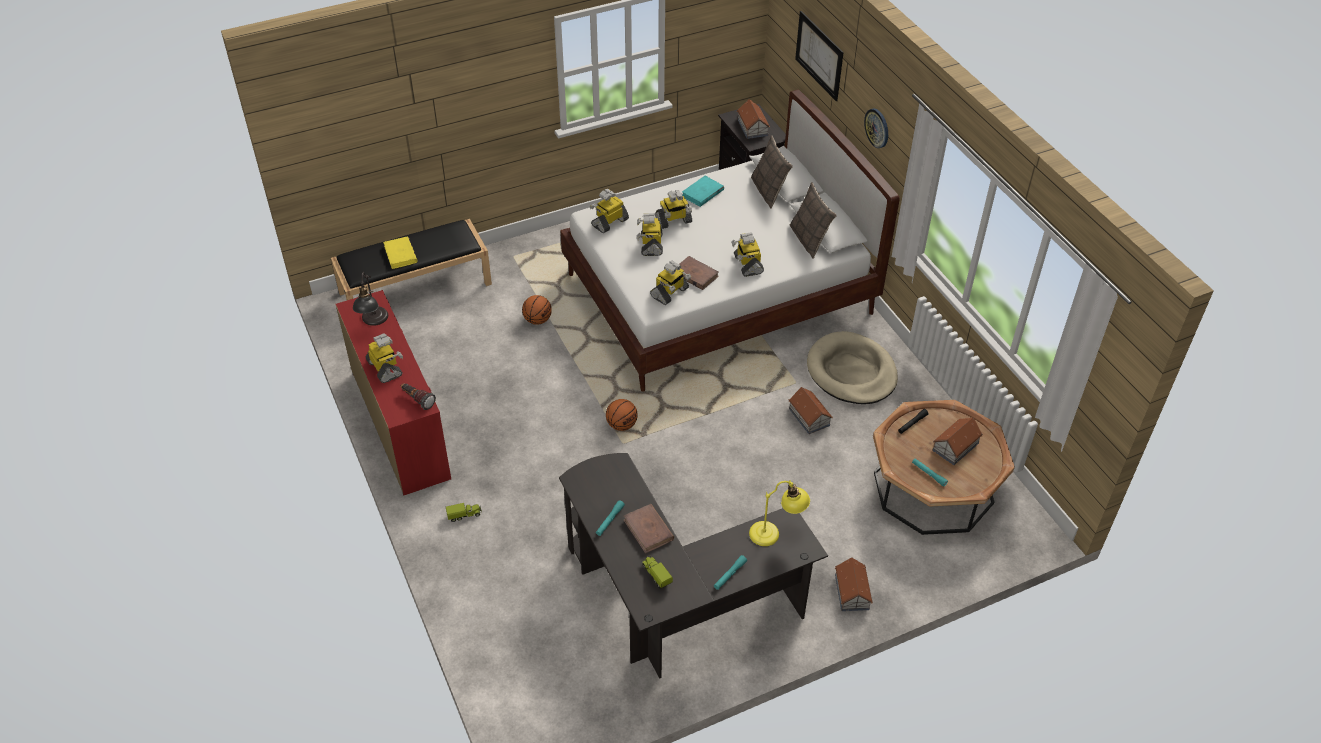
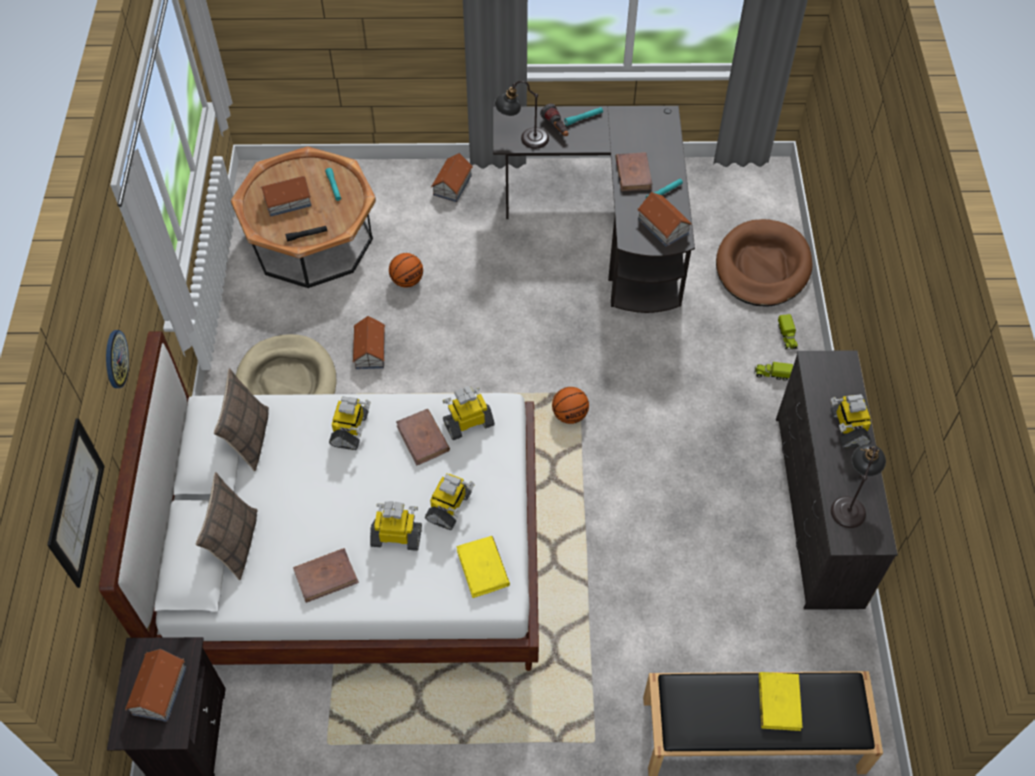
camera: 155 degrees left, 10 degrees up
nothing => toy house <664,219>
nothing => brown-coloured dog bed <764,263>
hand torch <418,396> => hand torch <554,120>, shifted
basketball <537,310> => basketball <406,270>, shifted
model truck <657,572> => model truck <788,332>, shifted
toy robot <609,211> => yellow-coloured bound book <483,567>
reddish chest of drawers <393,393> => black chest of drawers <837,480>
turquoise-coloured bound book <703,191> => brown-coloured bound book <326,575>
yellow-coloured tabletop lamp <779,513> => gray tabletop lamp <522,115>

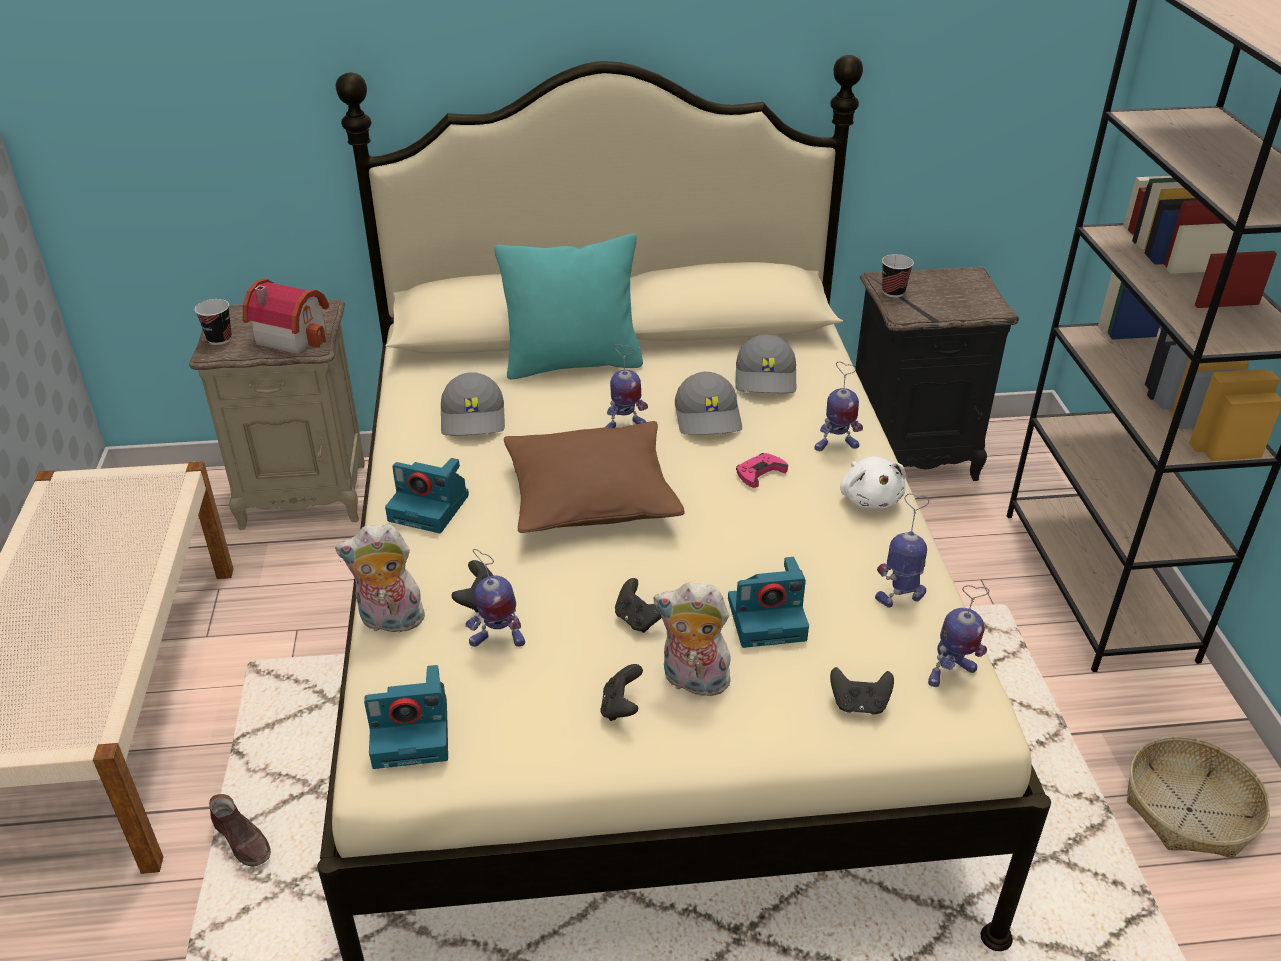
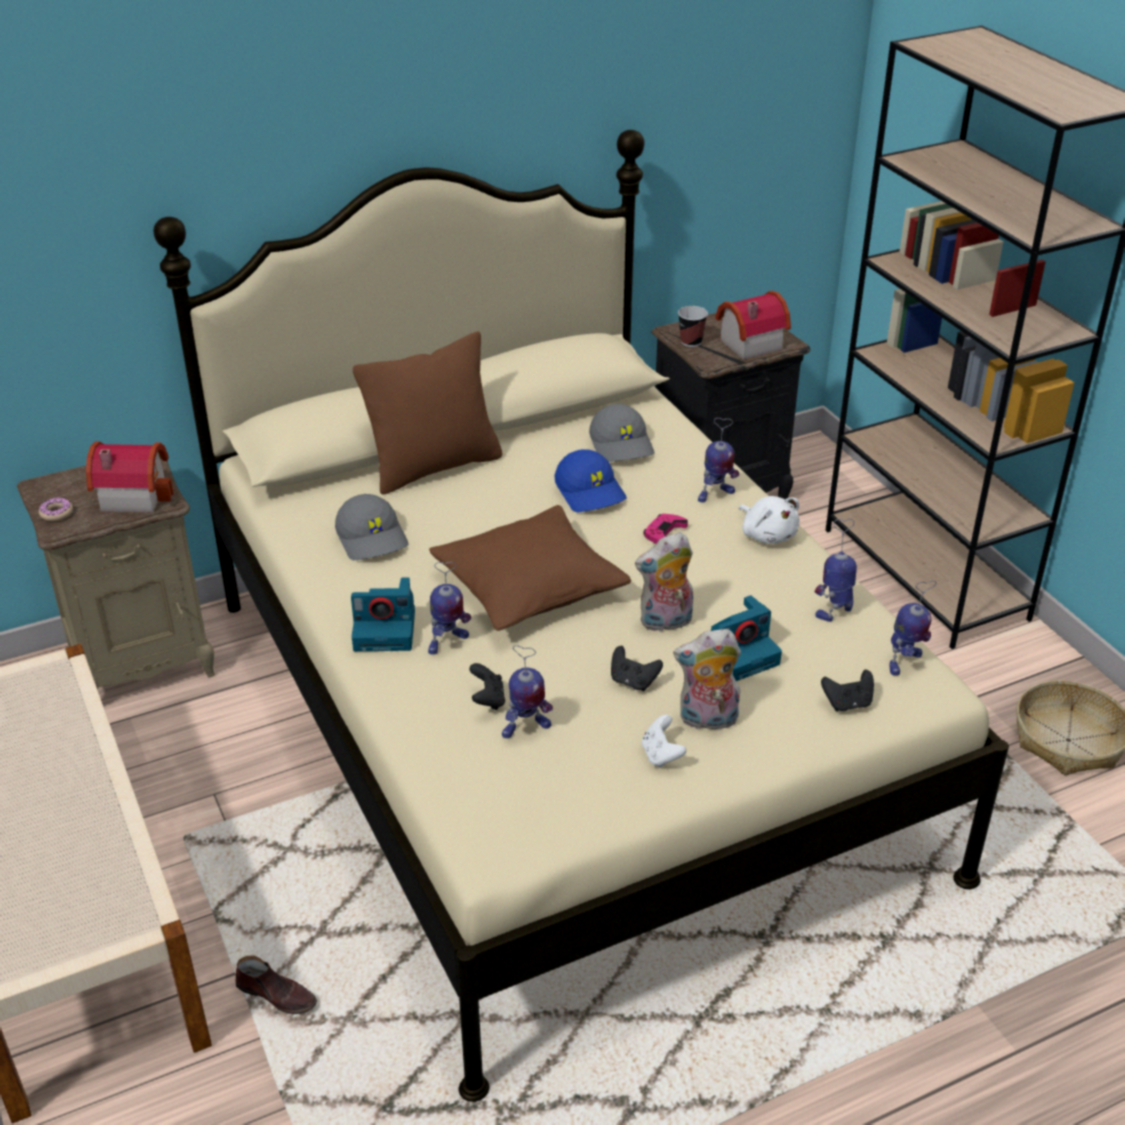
camera: 20 degrees left, 0 degrees up
still camera <406,717> => nothing
nothing => toy house <753,325>
plush toy <381,578> => plush toy <664,582>, shifted
toy robot <626,386> => toy robot <449,608>, shifted
small cup <213,322> => doughnut <56,509>
turquoise-coloured throw pillow <568,306> => brown-coloured throw pillow <428,412>
black joypad <621,692> => white joypad <664,741>
gray baseball cap <708,403> => blue baseball cap <591,480>

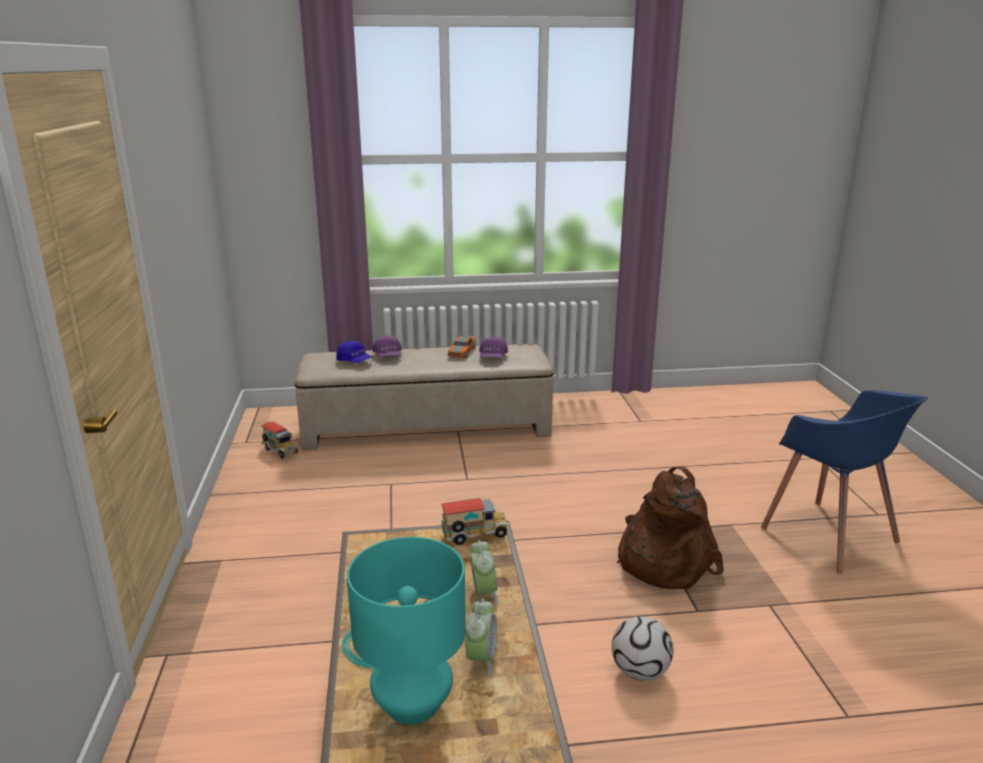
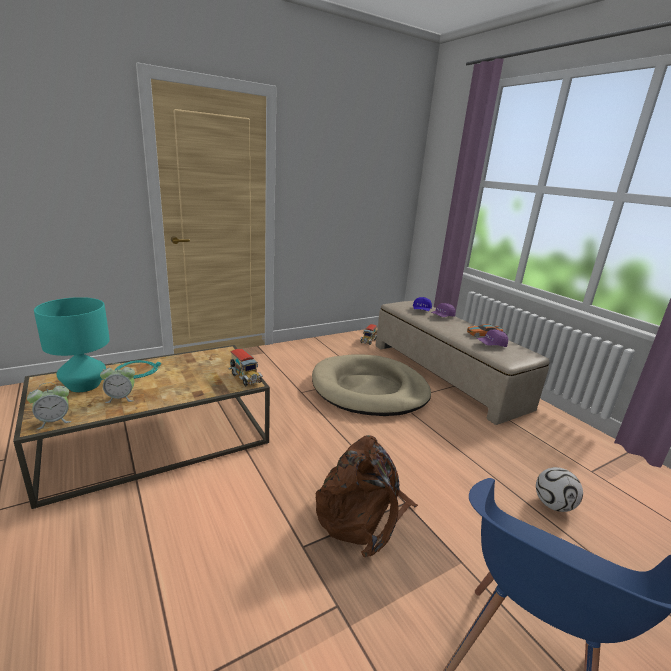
camera: 65 degrees right, 0 degrees up
nothing => beige-coloured dog bed <371,385>
alarm clock <484,572> => alarm clock <49,406>, shifted
football <642,648> => football <559,489>, shifted

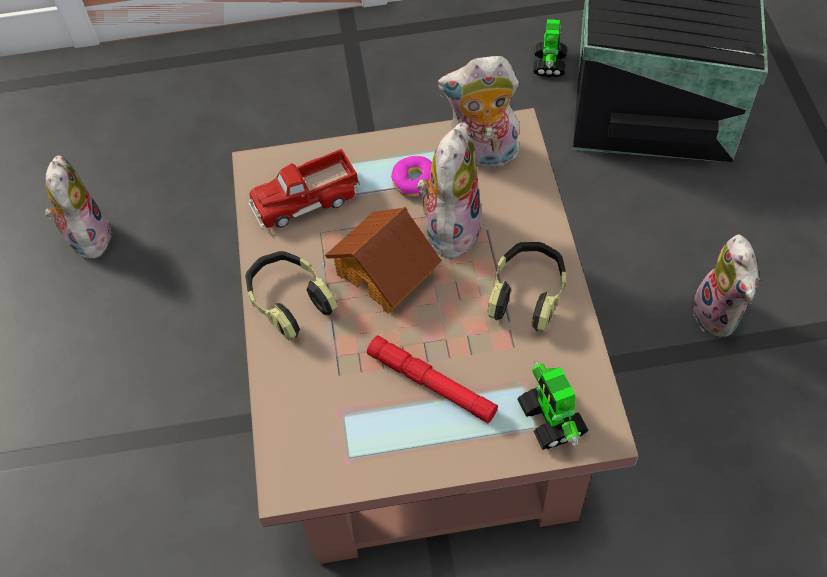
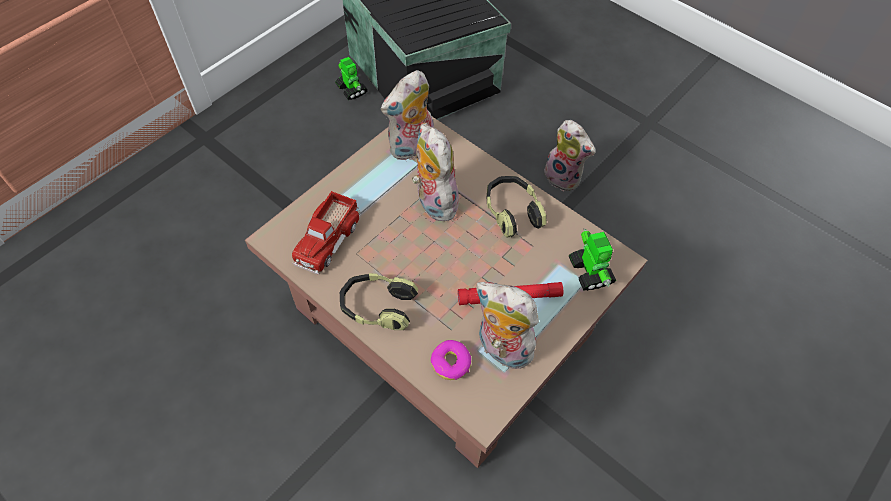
camera: 45 degrees left, 0 degrees up
toy house <383,260> => nothing
plush toy <79,207> => plush toy <507,325>, shifted
doughnut <411,176> => doughnut <450,360>, shifted
toy robot <552,405> => toy robot <592,259>, 135 degrees counterclockwise

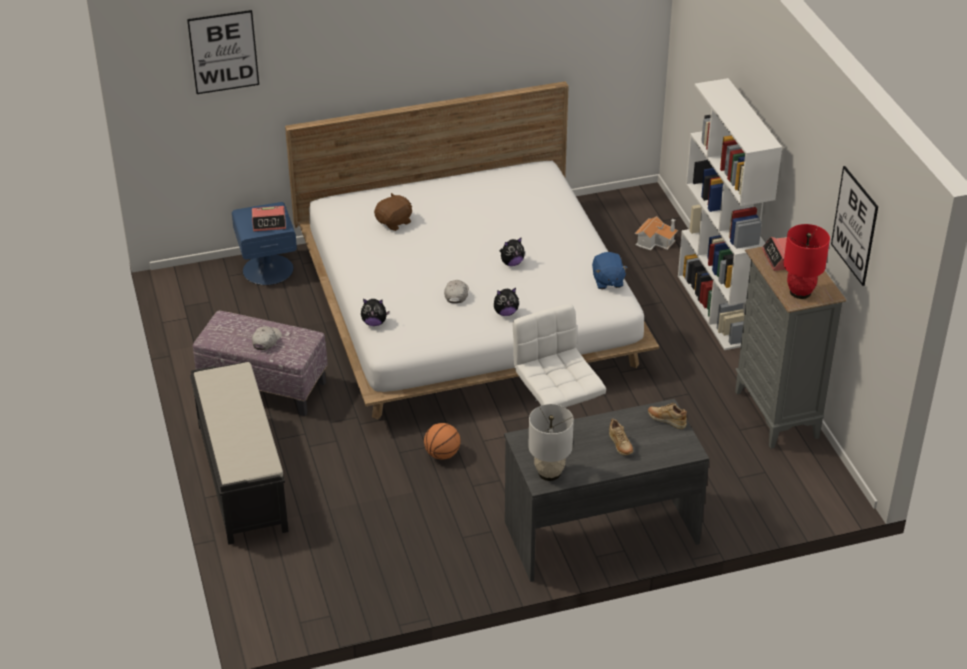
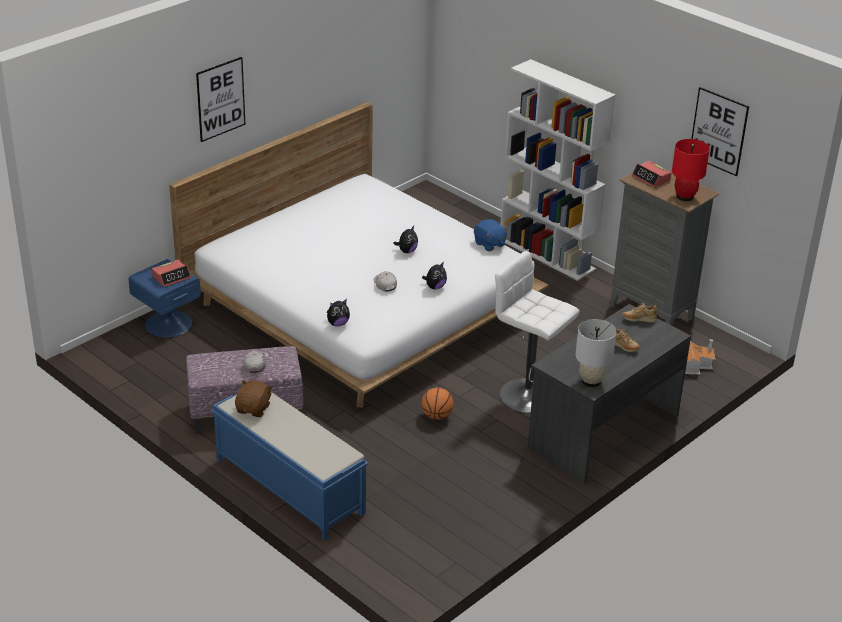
camera: 30 degrees left, 5 degrees down
picture <223,52> => picture <221,99>, shifted
brown-coloured plush toy <393,212> => brown-coloured plush toy <254,398>, shifted
toy house <656,233> => toy house <700,357>, shifted
black indoor bench <239,453> => blue indoor bench <290,466>

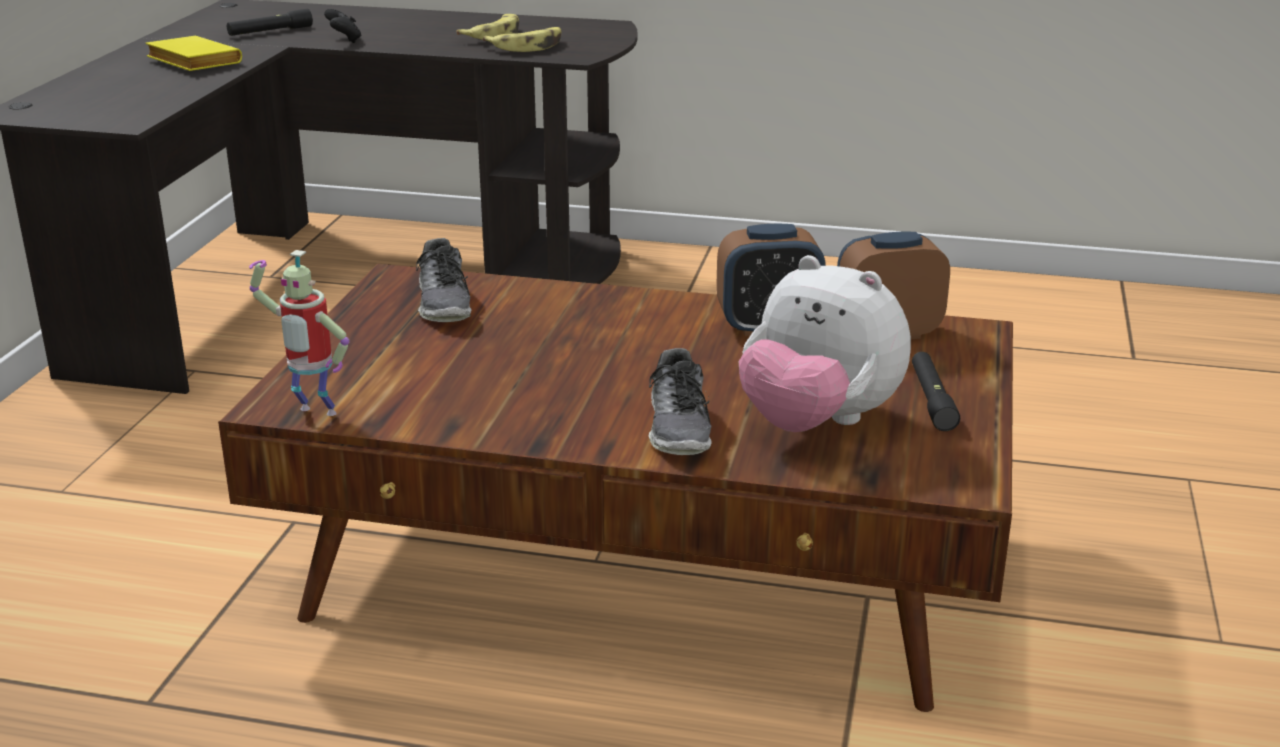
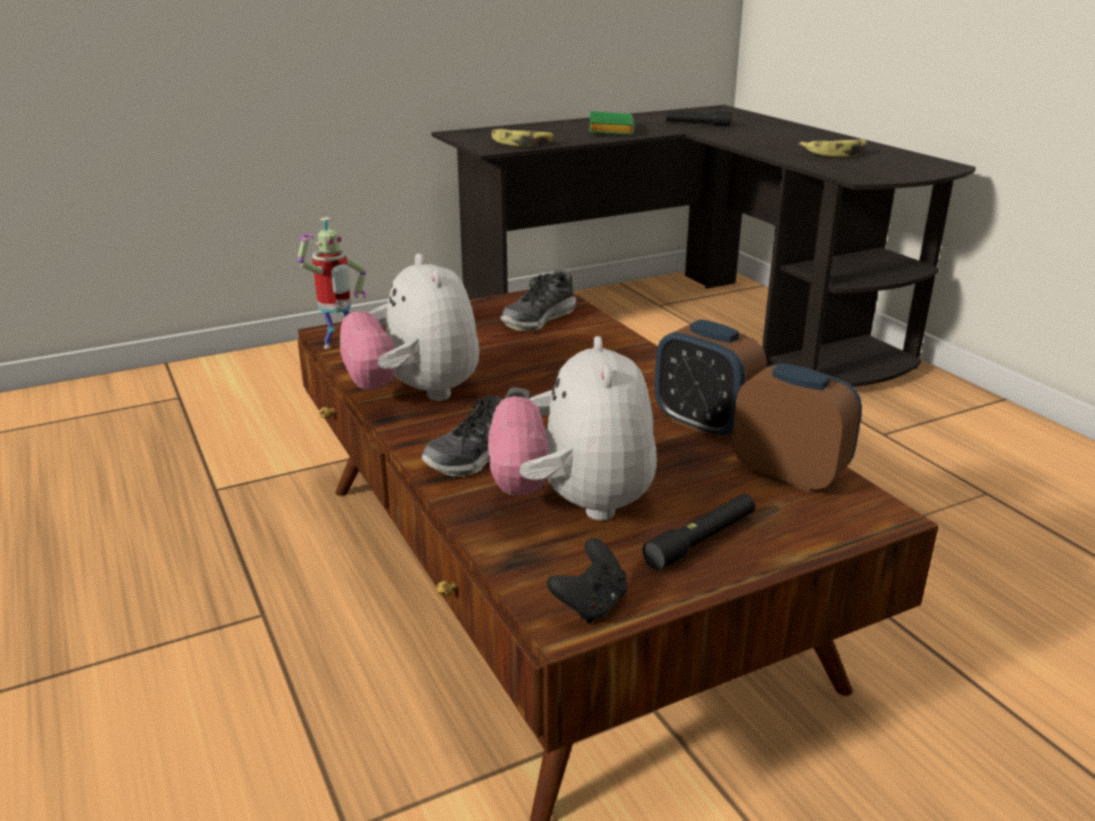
camera: 50 degrees right, 0 degrees up
nothing => plush toy <409,327>
black joypad <342,26> => black joypad <587,581>, shifted
banana fruit <522,39> => banana fruit <523,138>, shifted
yellow-coloured bound book <194,53> => greenish bound book <611,123>
toy robot <299,333> => toy robot <331,283>, 120 degrees counterclockwise

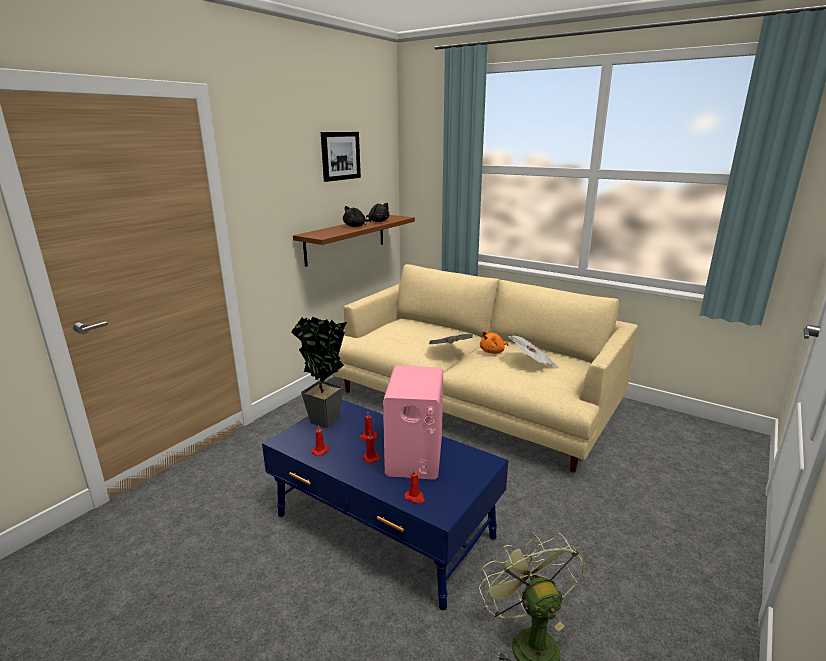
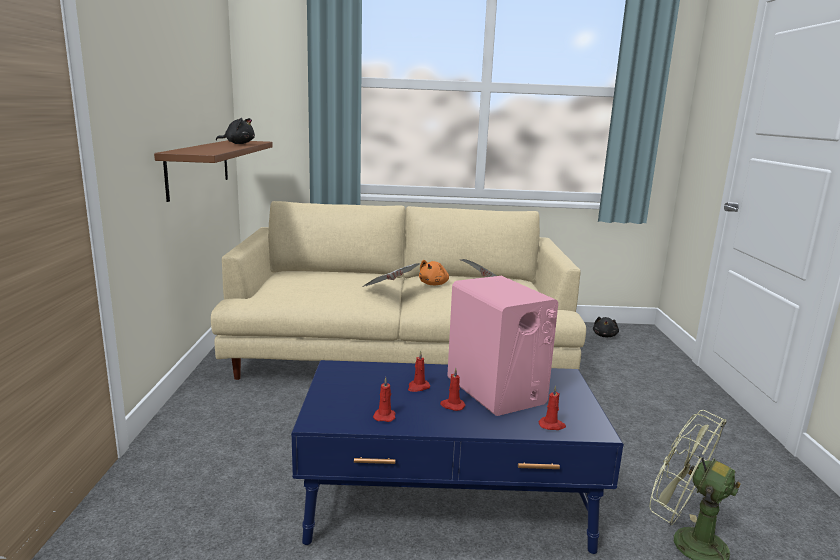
camera: 35 degrees left, 5 degrees down
potted plant <319,372> => nothing
picture <341,157> => nothing
black plush toy <357,216> => black plush toy <606,327>, shifted

